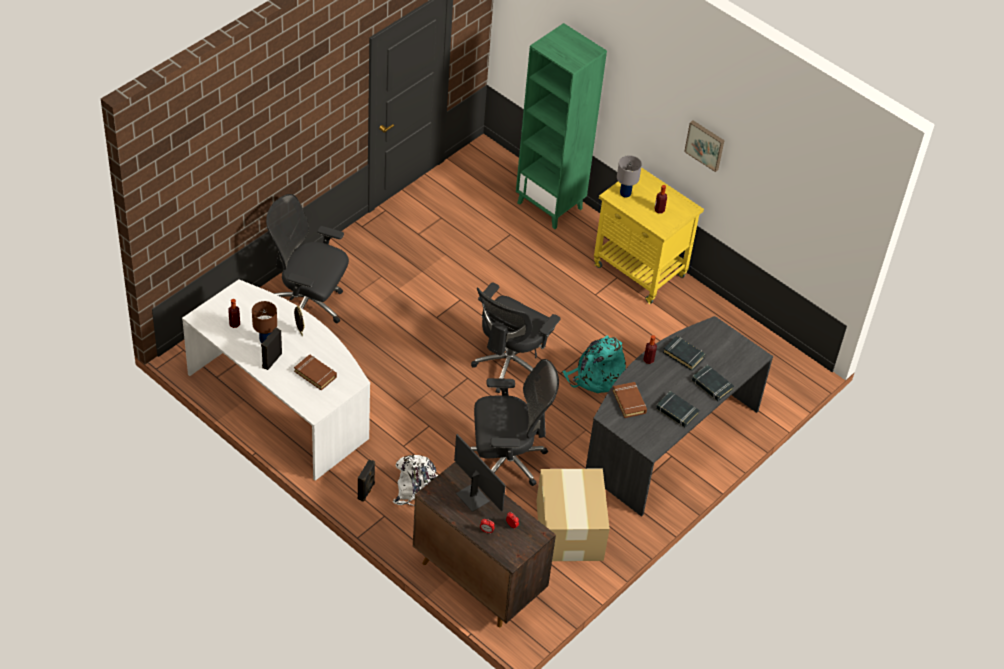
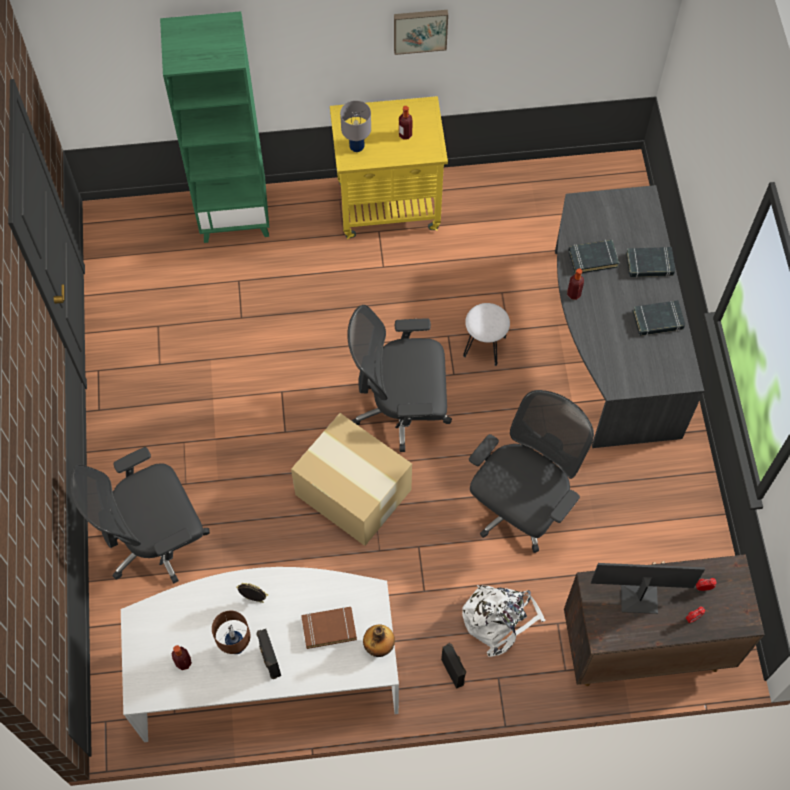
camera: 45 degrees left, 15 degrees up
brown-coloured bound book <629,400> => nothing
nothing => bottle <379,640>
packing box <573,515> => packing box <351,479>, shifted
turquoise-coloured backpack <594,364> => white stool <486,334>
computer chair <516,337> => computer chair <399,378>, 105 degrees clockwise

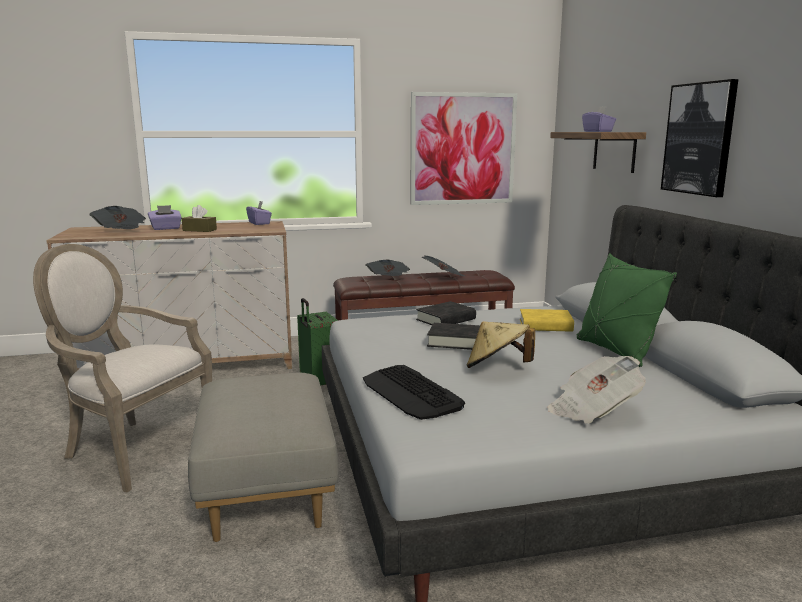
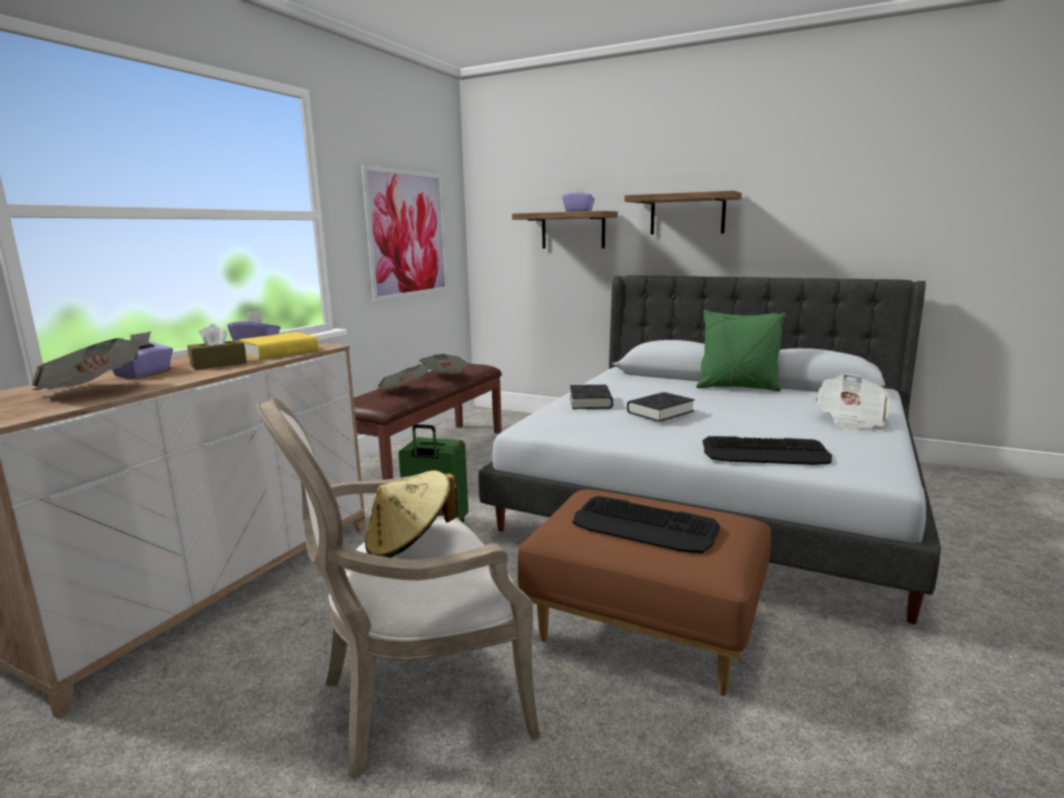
camera: 50 degrees left, 0 degrees up
nothing => PC keyboard <646,525>
beige-coloured clothing hat <500,344> => beige-coloured clothing hat <411,514>, shifted
yellow-coloured bound book <547,320> => yellow-coloured bound book <278,345>, shifted
picture <699,138> => bracket shelf <683,213>
gray ottoman <263,457> => brown-coloured ottoman <644,593>

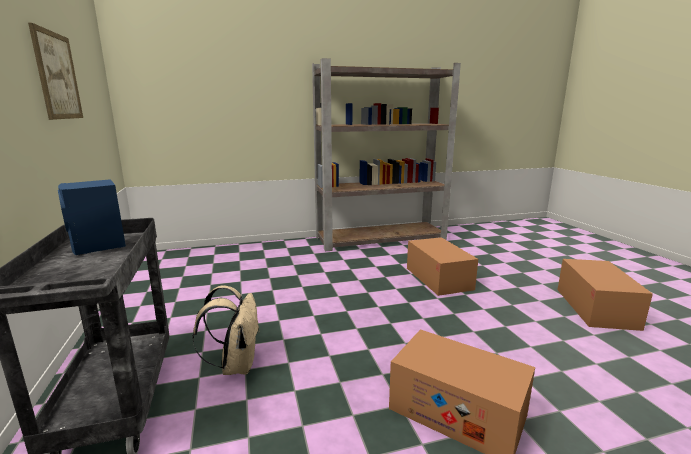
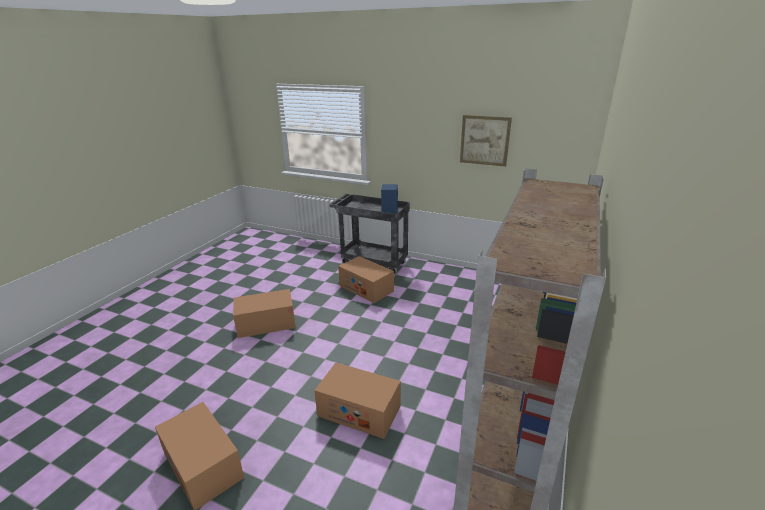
camera: 130 degrees right, 10 degrees up
beige-coloured backpack <226,330> => packing box <366,279>

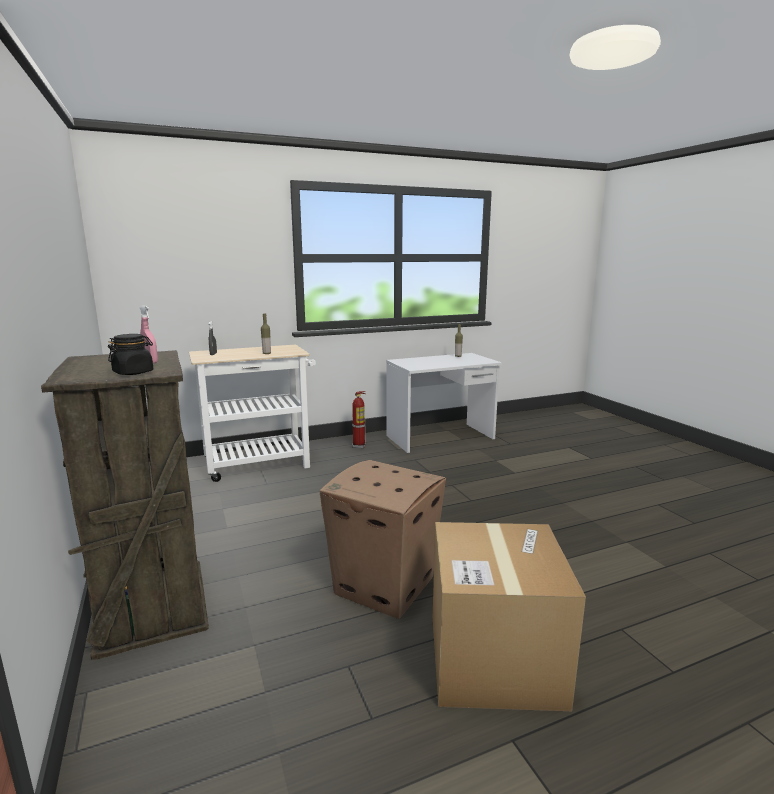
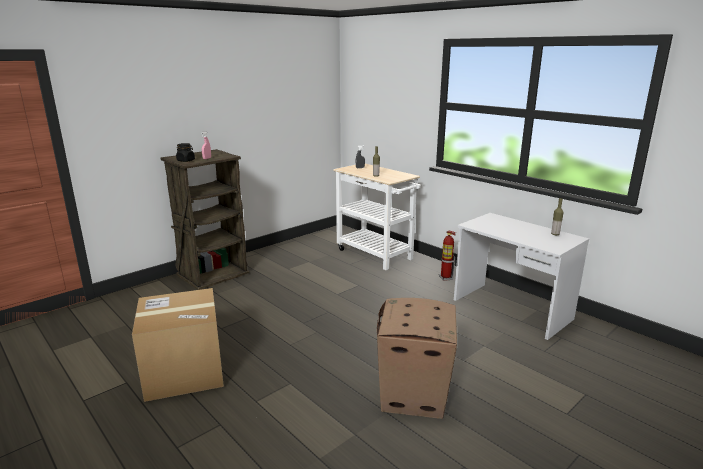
camera: 70 degrees right, 5 degrees up
packing box <383,539> => packing box <417,358>, shifted

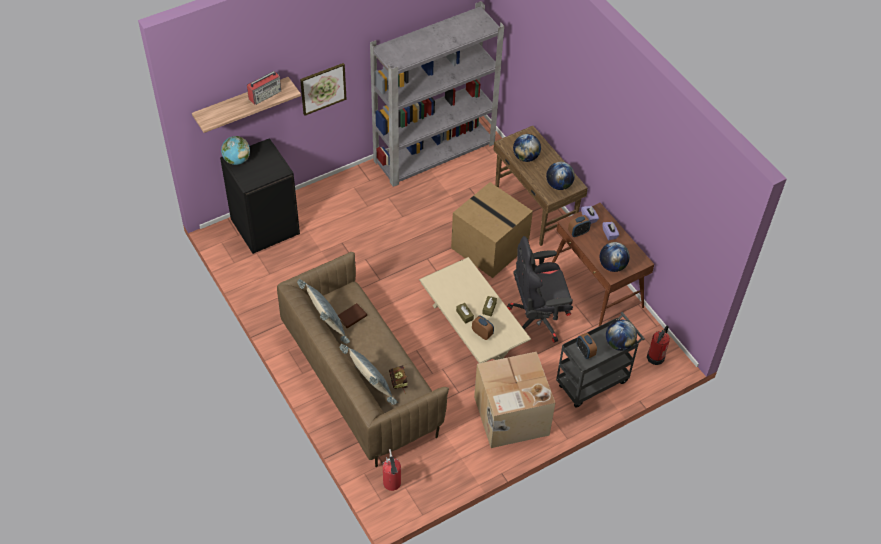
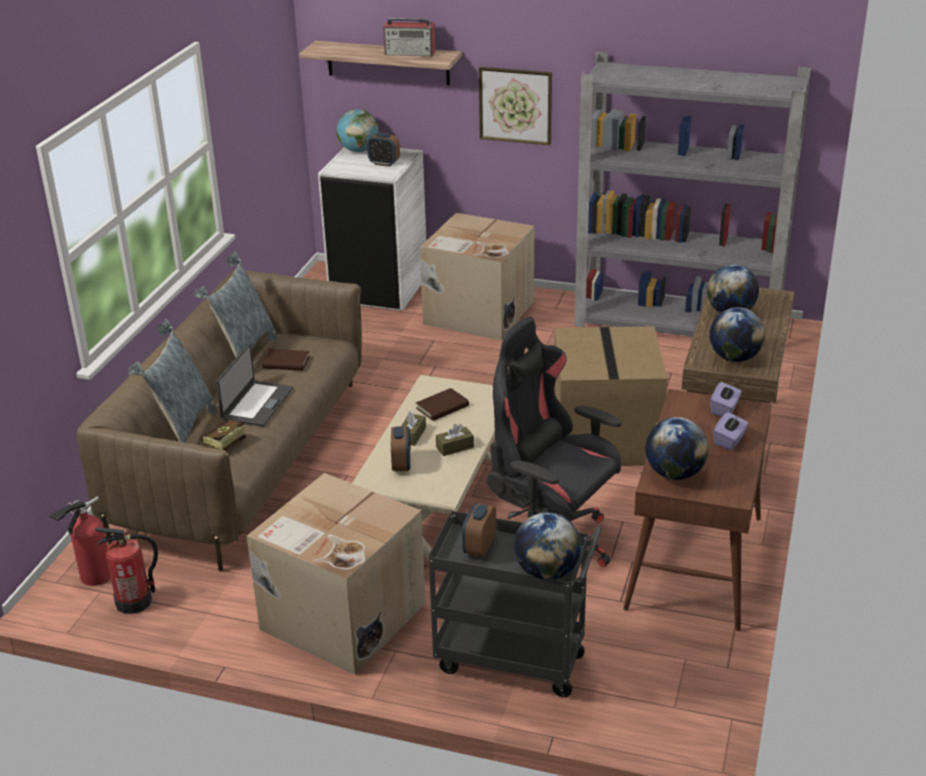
camera: 50 degrees right, 20 degrees down
nothing => notebook computer <254,385>
nothing => brown-coloured bound book <442,404>
nothing => packing box <477,276>
alarm clock <579,226> => alarm clock <383,149>, shifted
extinguisher <658,345> => extinguisher <126,571>, shifted
black cupboard <260,196> => white cupboard <372,229>

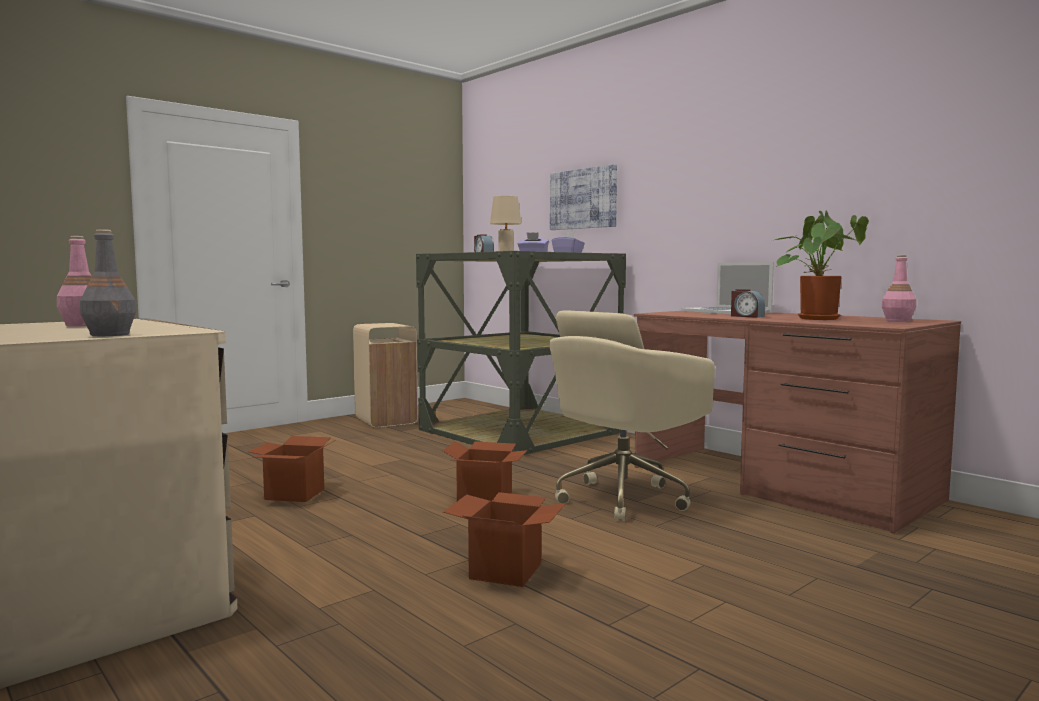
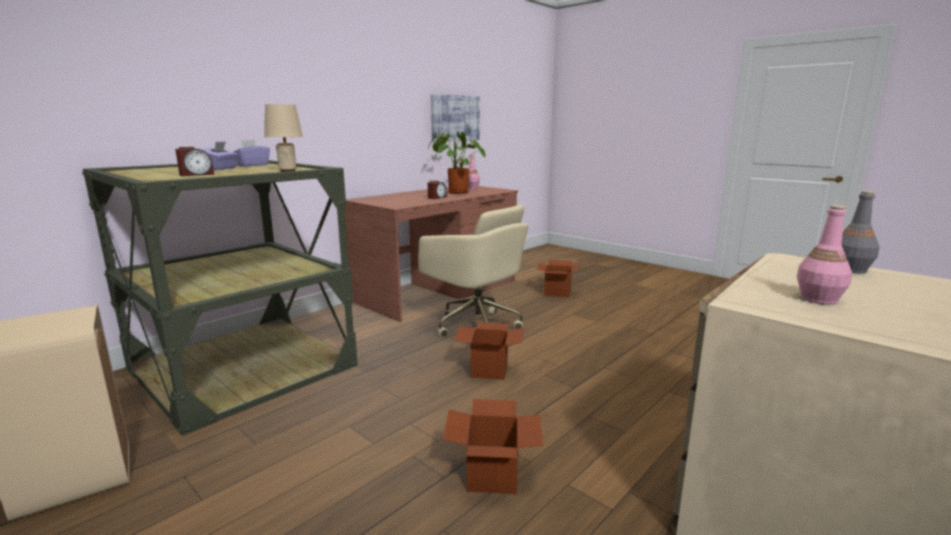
camera: 95 degrees left, 10 degrees up
notebook computer <727,288> => nothing
packing box <504,539> => packing box <558,278>, shifted
picture <583,197> => picture <455,118>, shifted

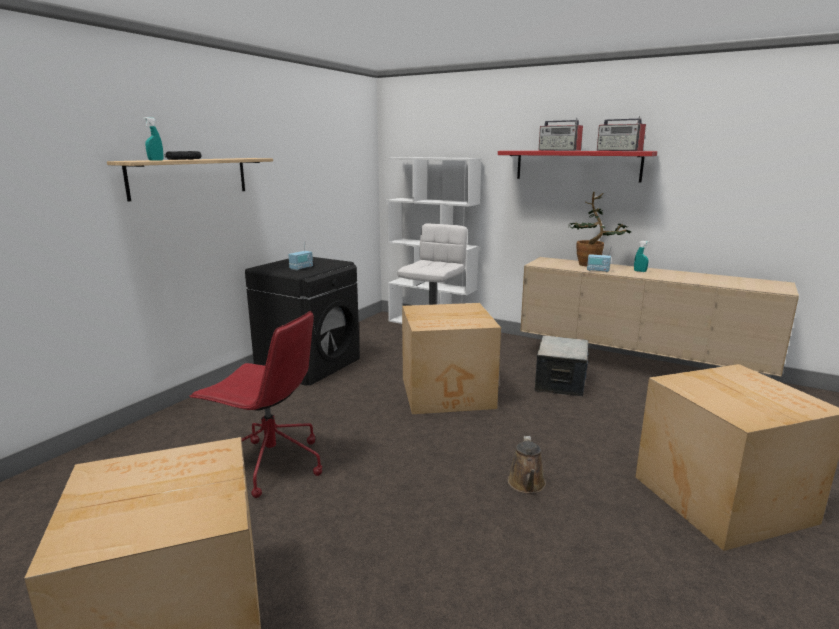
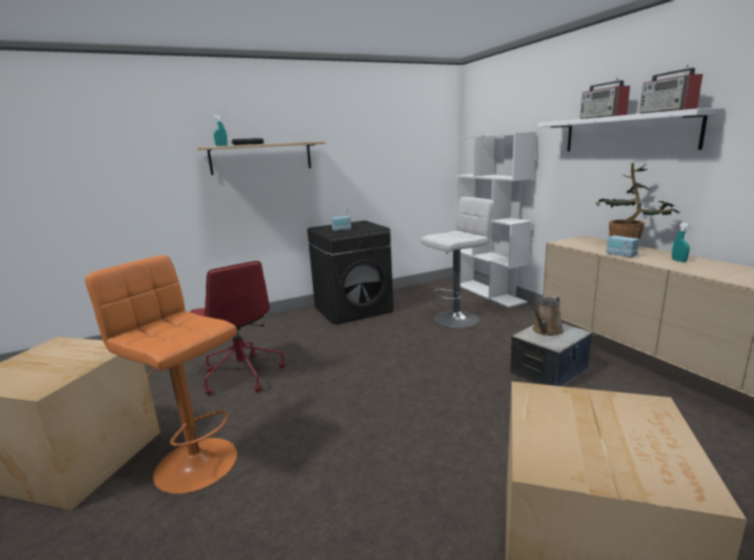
camera: 35 degrees right, 0 degrees up
packing box <451,358> => nothing
nothing => orange-coloured stool <161,374>
brown-coloured watering can <527,465> => brown-coloured watering can <548,316>, shifted
reddish bracket shelf <577,166> => white bracket shelf <631,130>

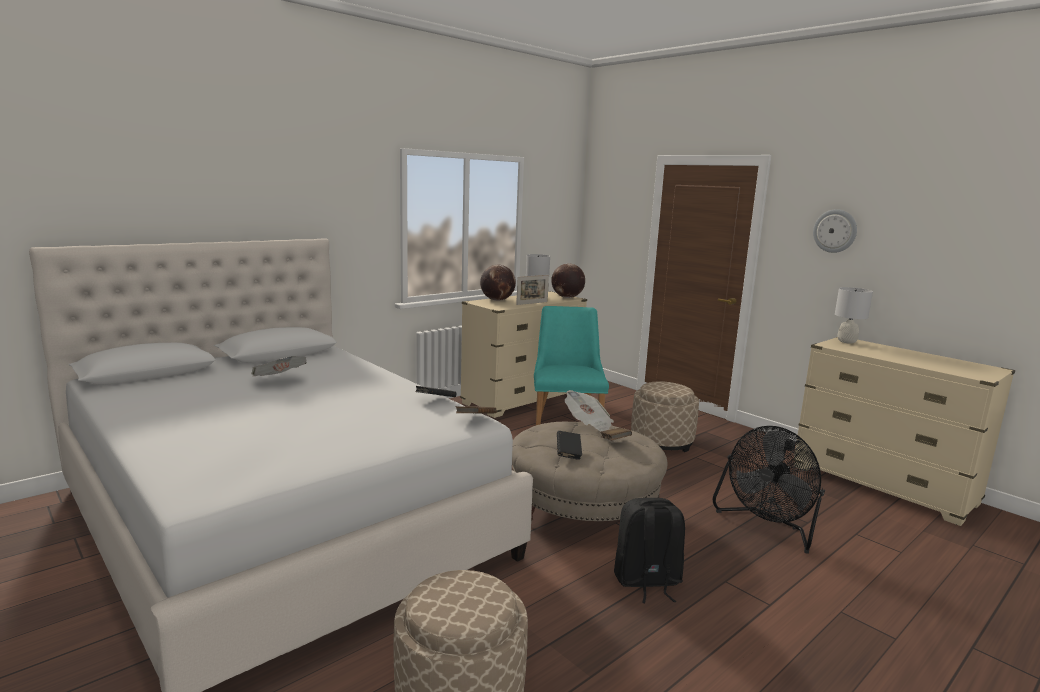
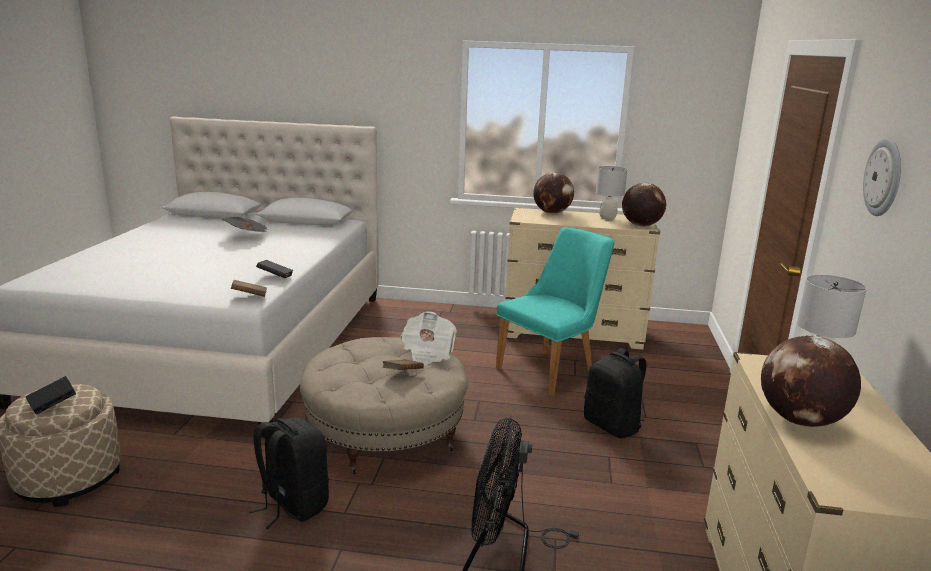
camera: 50 degrees right, 5 degrees up
standing frame <532,290> => nothing
nothing => desk globe <811,381>
black bound book <569,445> => black bound book <51,395>, shifted
beige-coloured ottoman <665,416> => black backpack <615,393>

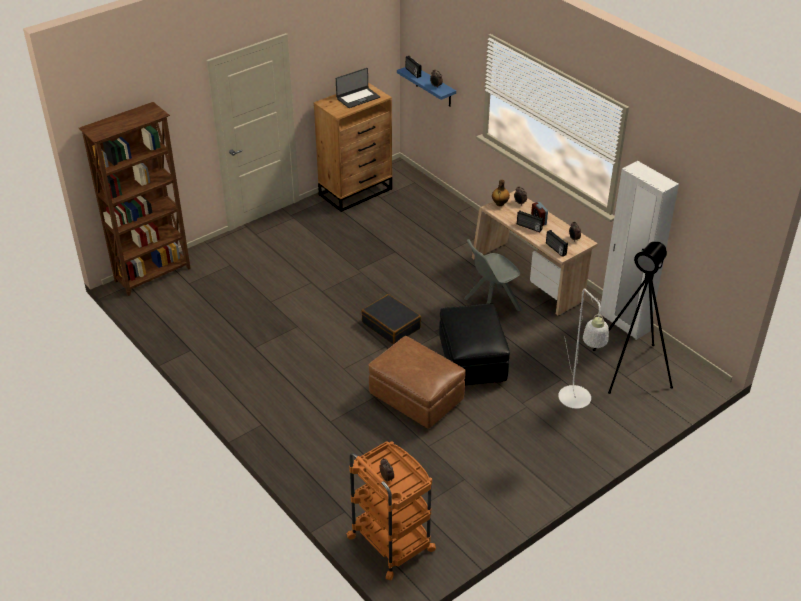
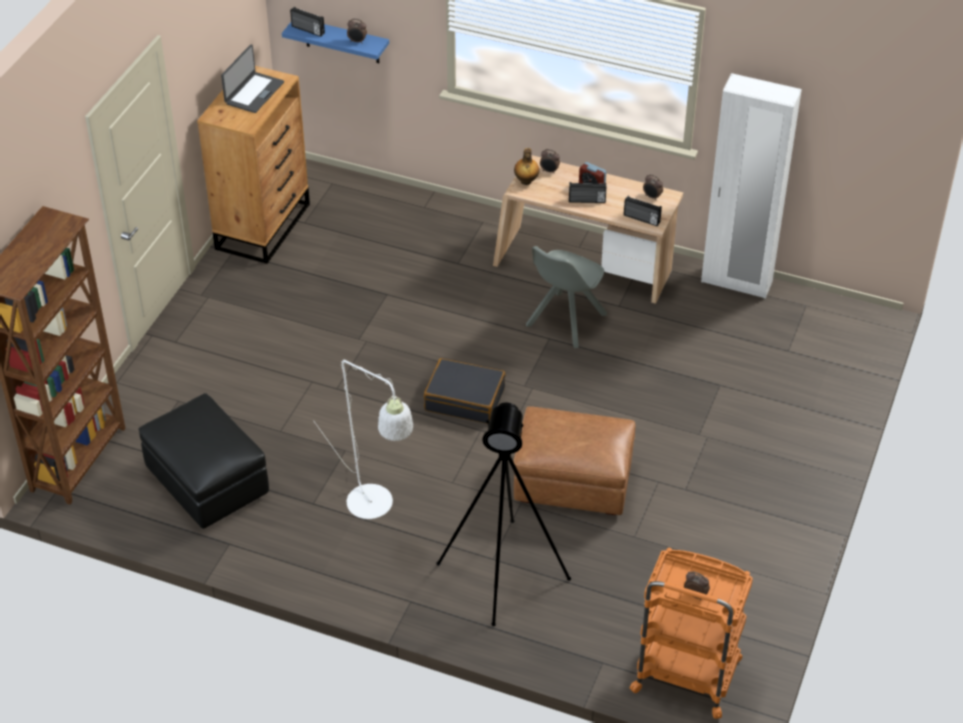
camera: 30 degrees left, 5 degrees up
black ottoman <474,344> => black ottoman <204,461>, shifted
white standing lamp <583,348> => white standing lamp <363,439>, shifted
black standing lamp <633,318> => black standing lamp <504,514>, shifted

